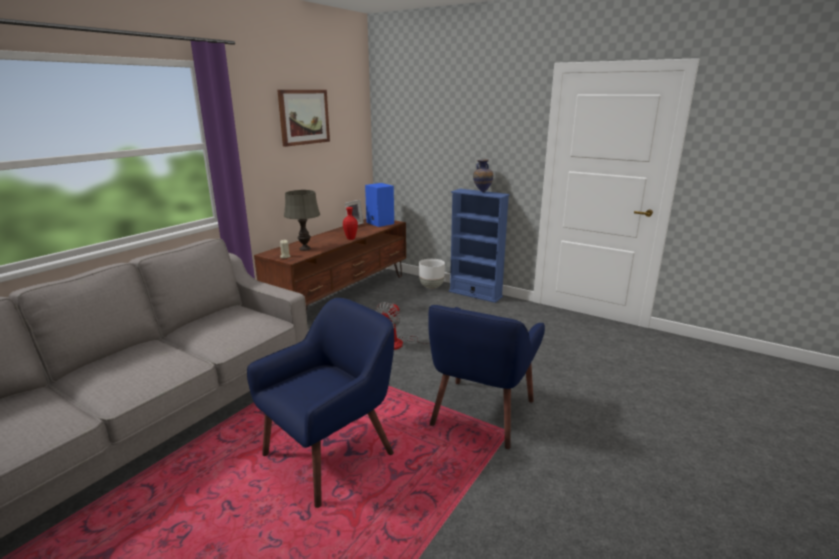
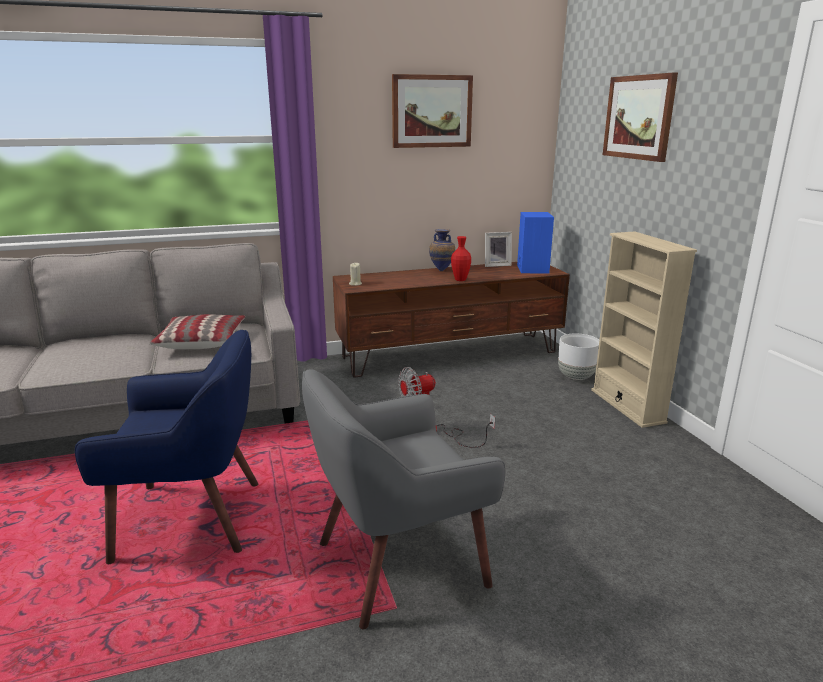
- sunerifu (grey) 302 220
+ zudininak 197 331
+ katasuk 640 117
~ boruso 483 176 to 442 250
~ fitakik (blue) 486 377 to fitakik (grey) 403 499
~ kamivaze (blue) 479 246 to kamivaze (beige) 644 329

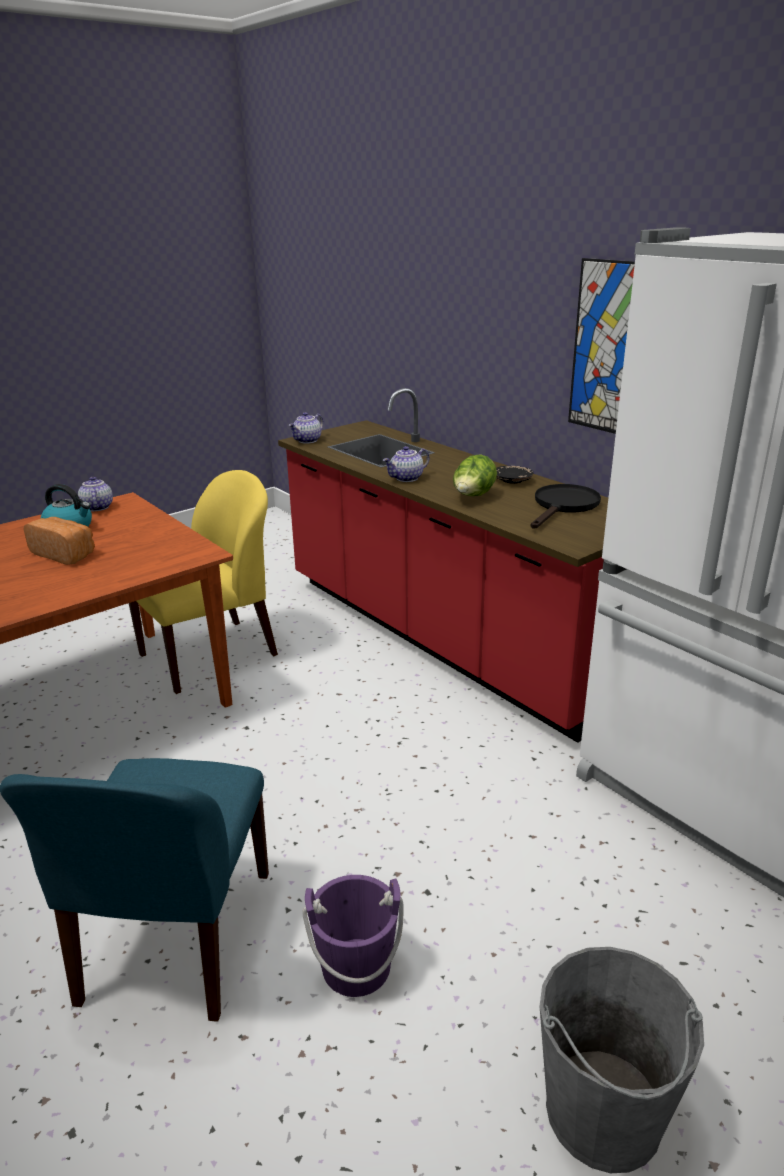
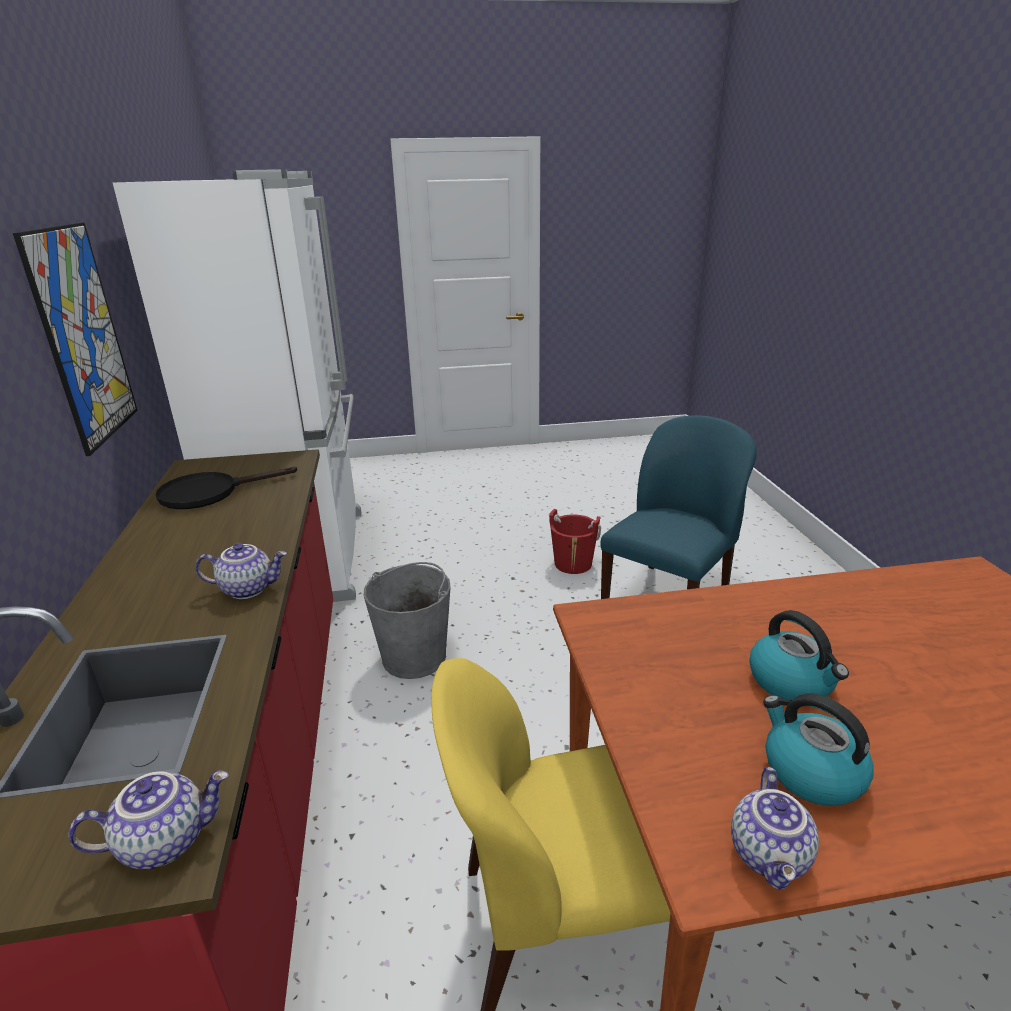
- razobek 475 475
- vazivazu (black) 514 475
~ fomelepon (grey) 622 1060 to 407 620
~ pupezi 59 541 to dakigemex 799 655
~ fomelepon (purple) 352 936 to fomelepon (red) 575 541

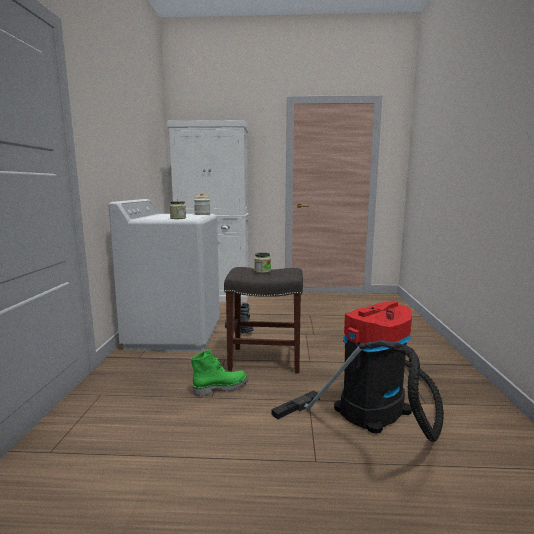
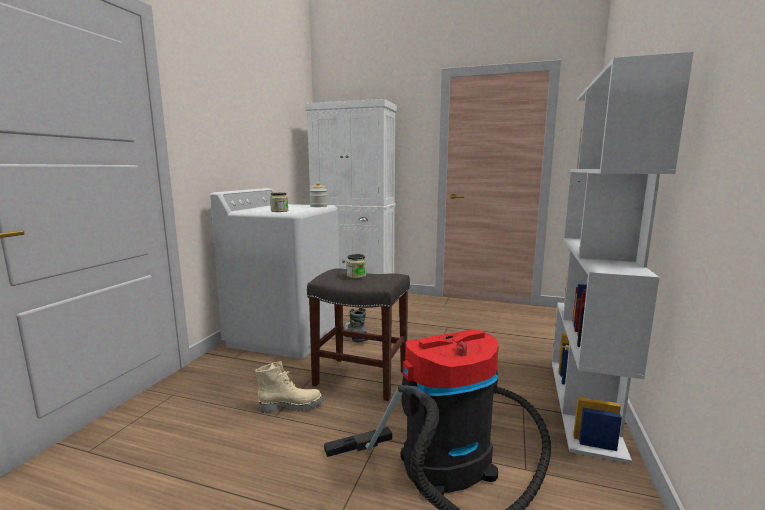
+ kamivaze (white) 623 258
~ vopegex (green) 219 373 to vopegex (beige) 289 387

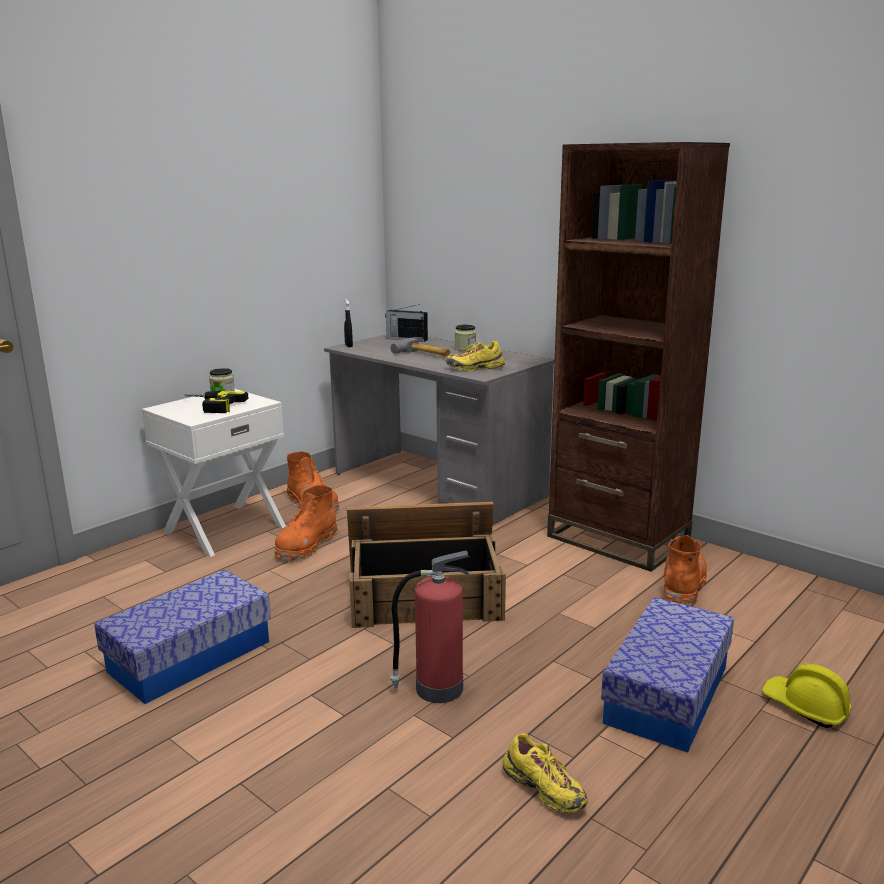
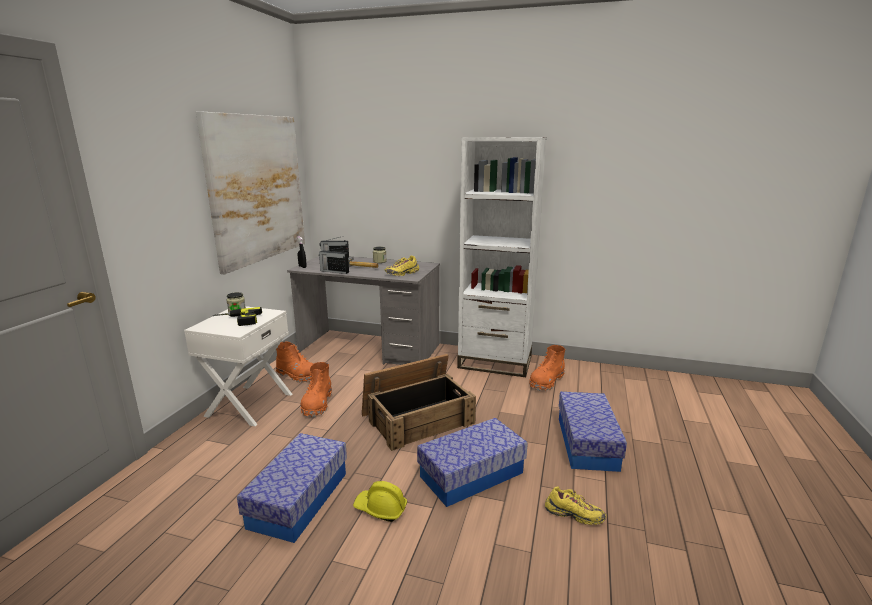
+ katasuk 250 192
+ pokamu 334 261
~ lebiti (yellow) 807 696 to 380 501
~ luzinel 430 627 to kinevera 472 462
~ kamivaze (brown) 638 357 to kamivaze (white) 502 257
~ vopegex (orange) 685 570 = 547 368 135 degrees counterclockwise

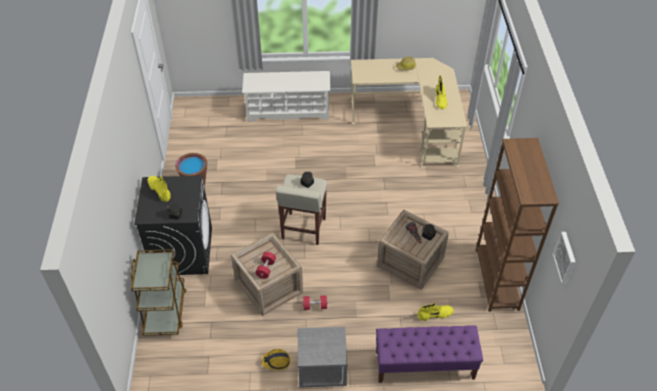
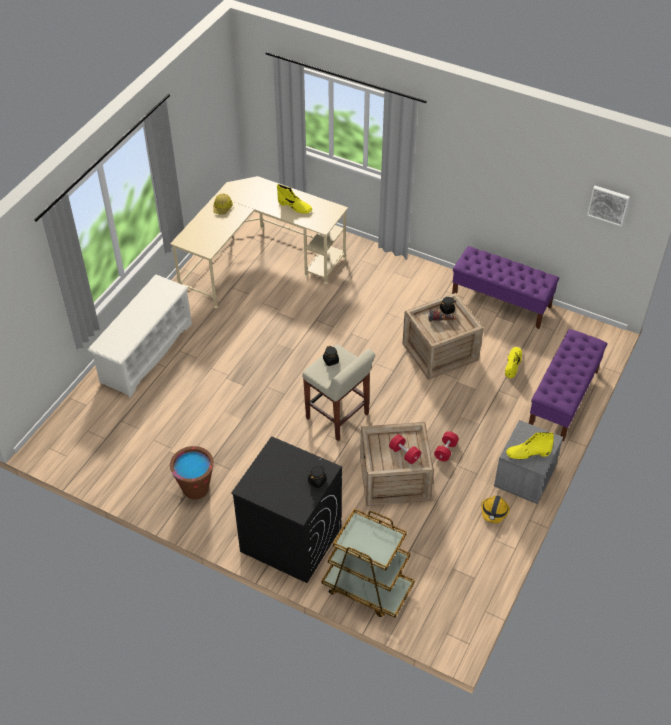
~ vopegex (yellow) 159 189 to 530 446
~ kamivaze (brown) 517 225 to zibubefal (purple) 505 287

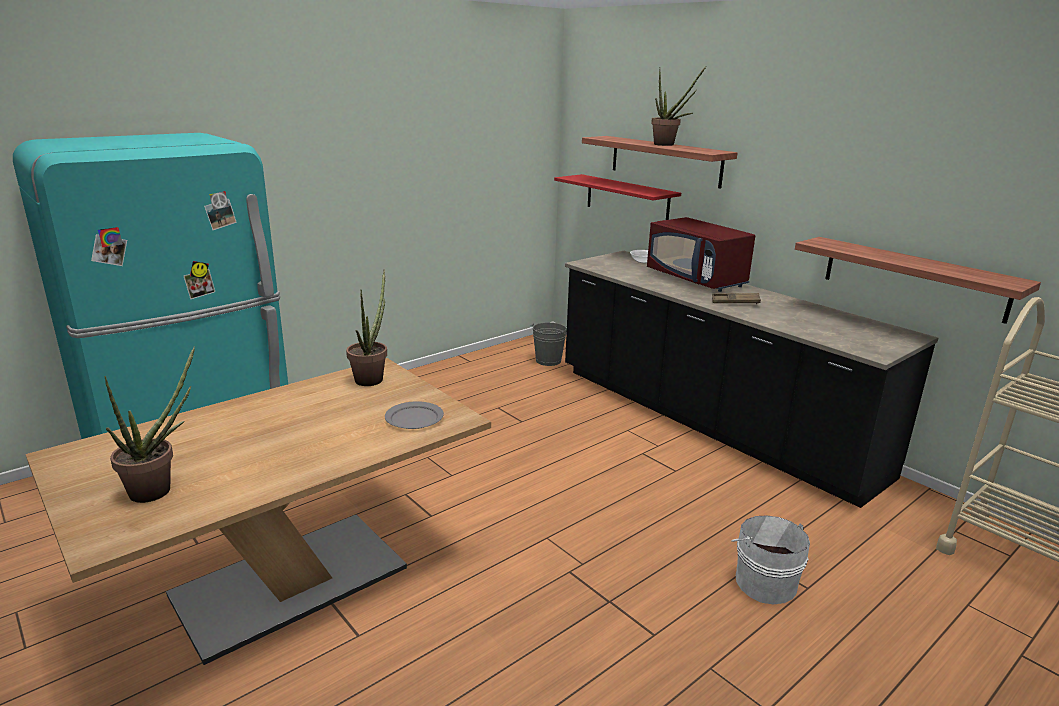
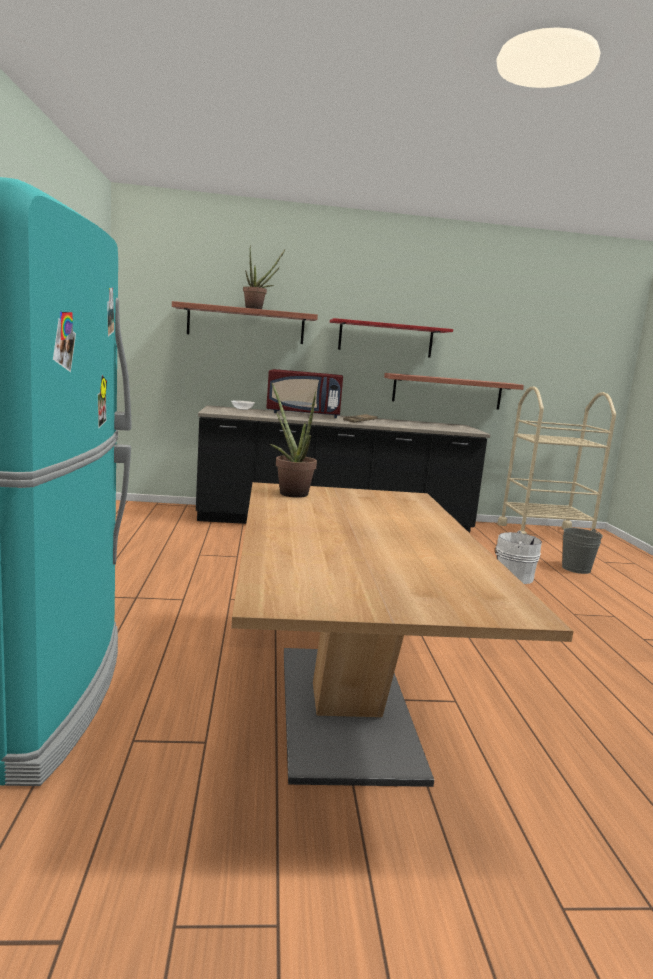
- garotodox 150 425
- vazivazu (grey) 414 415
~ fomelepon (grey) 549 344 to 582 551
~ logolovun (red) 617 197 to 391 338

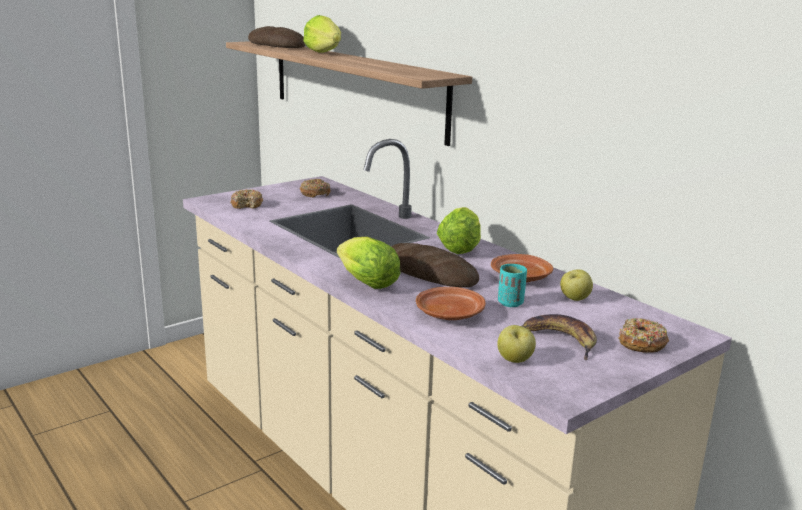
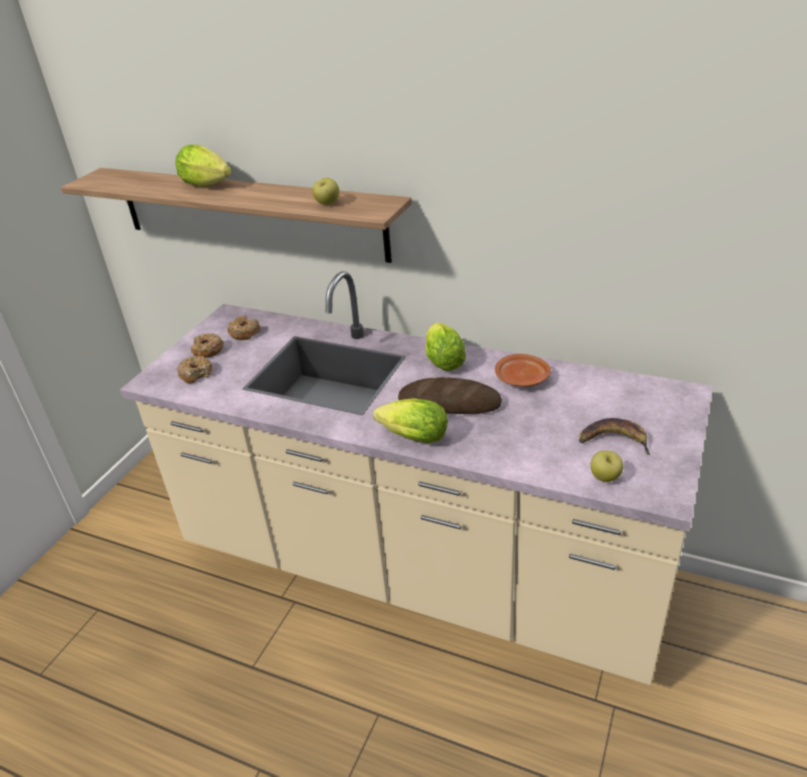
- pupezi 277 37
- vazivazu (brown) 451 303
- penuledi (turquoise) 512 285
~ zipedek 576 285 to 325 191
~ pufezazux 644 335 to 207 345

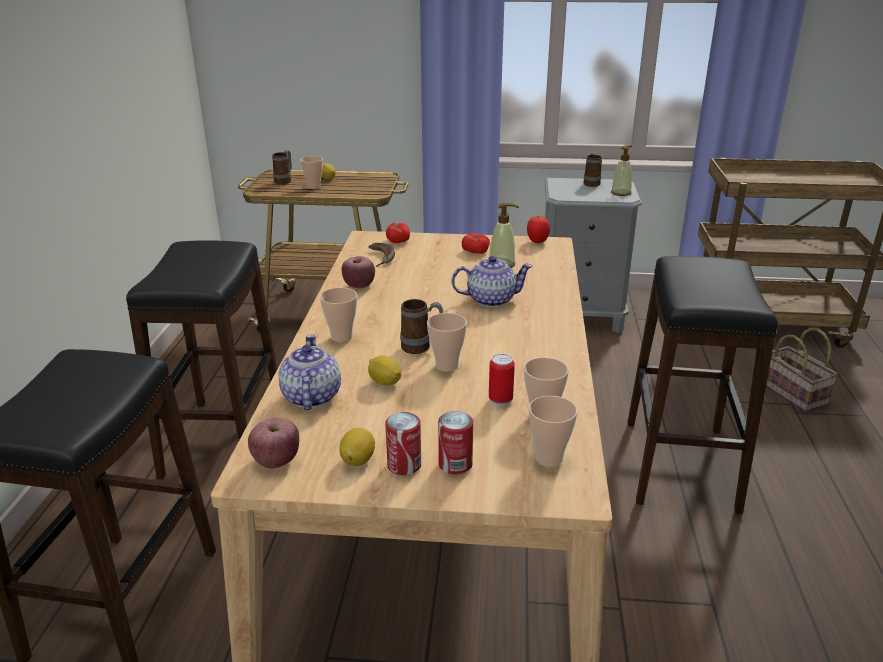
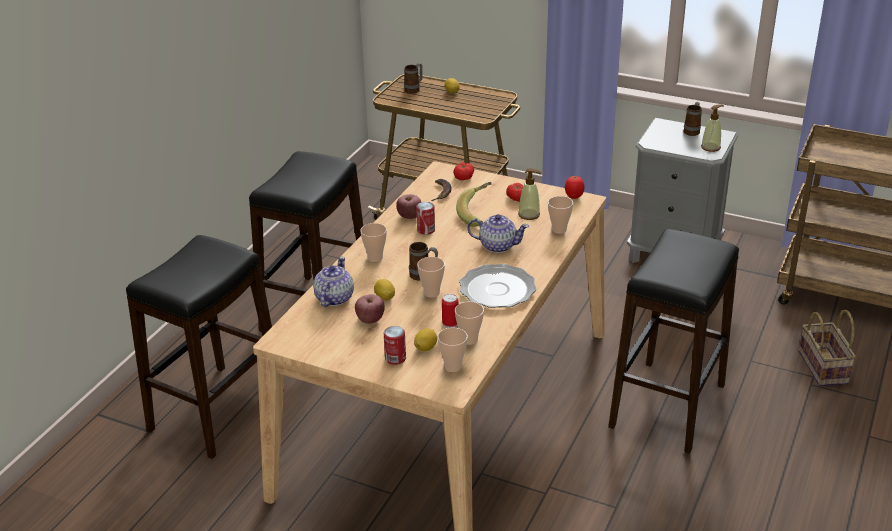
+ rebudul 474 204
+ vazivazu 498 286
~ zipedek 273 443 to 370 309
~ penuledi 311 172 to 560 215
~ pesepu 357 447 to 425 339
~ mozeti 403 443 to 425 218

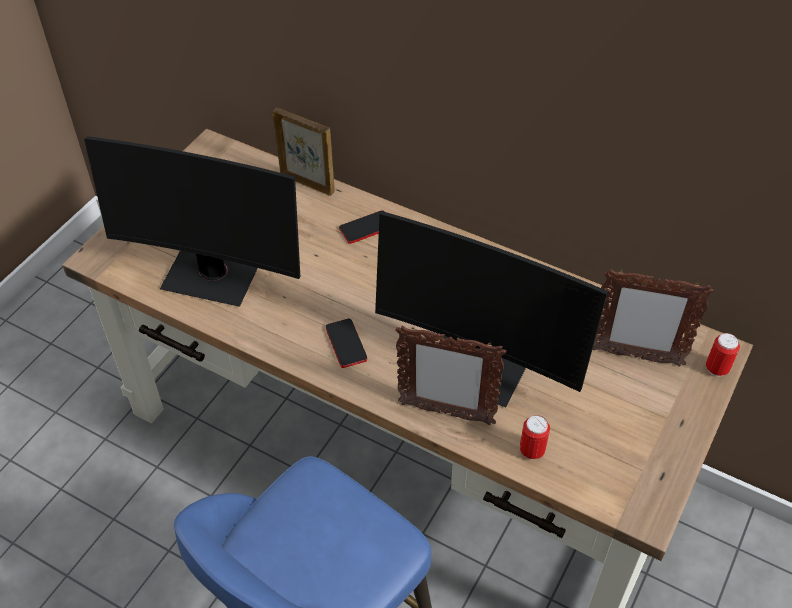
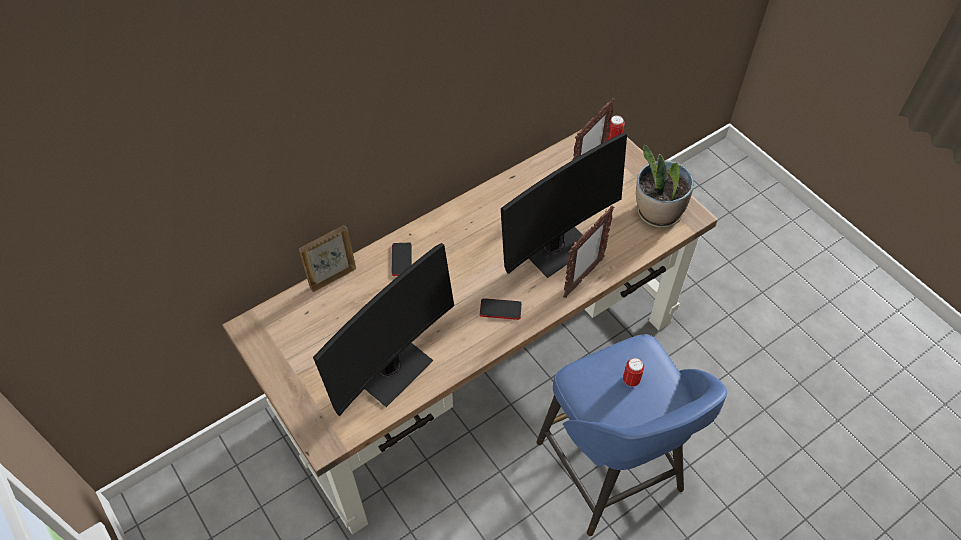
+ garotodox 665 186
~ mozeti 535 437 to 633 372

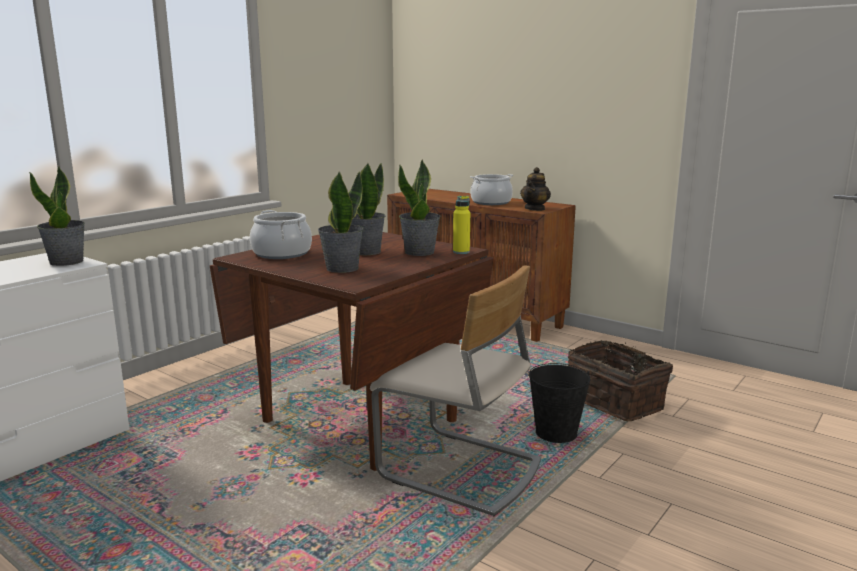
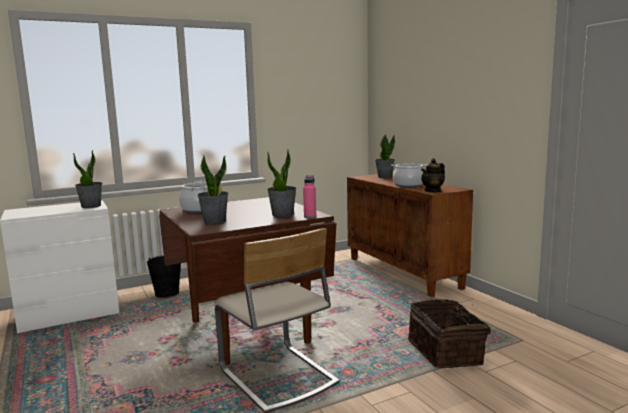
~ garotodox 368 209 to 385 156
~ fomelepon (black) 559 403 to 164 276
~ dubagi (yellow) 461 225 to dubagi (pink) 309 196

